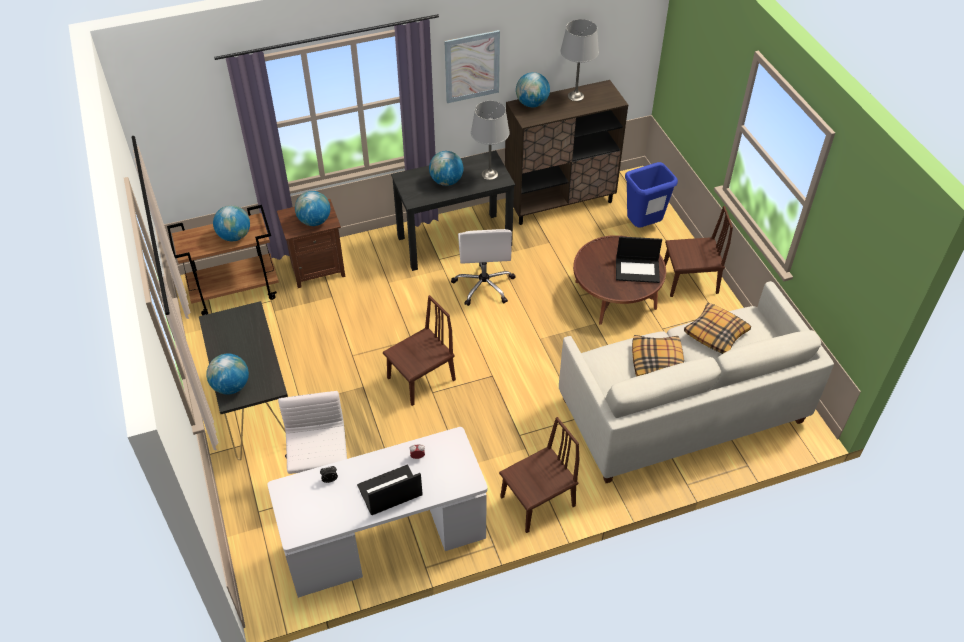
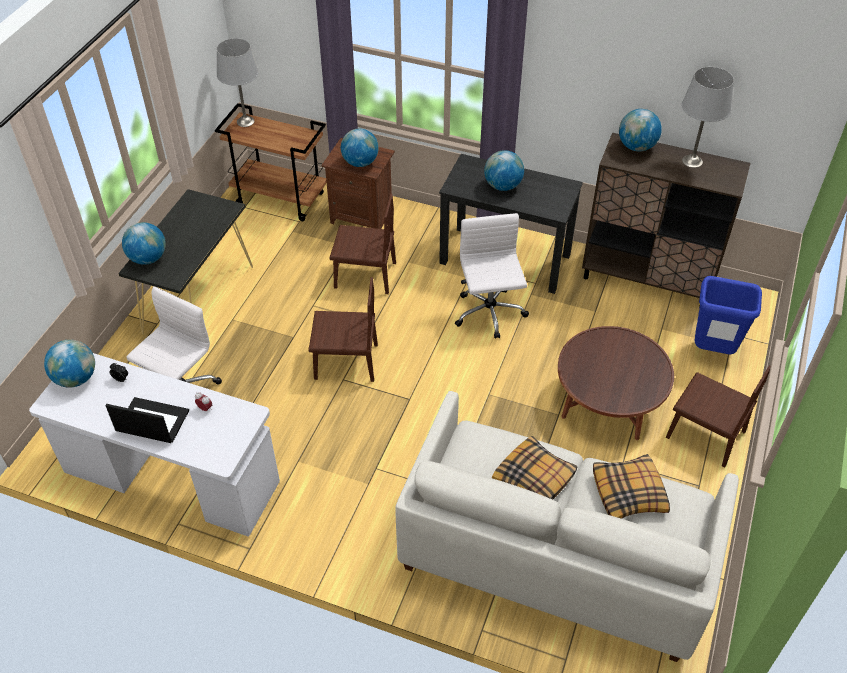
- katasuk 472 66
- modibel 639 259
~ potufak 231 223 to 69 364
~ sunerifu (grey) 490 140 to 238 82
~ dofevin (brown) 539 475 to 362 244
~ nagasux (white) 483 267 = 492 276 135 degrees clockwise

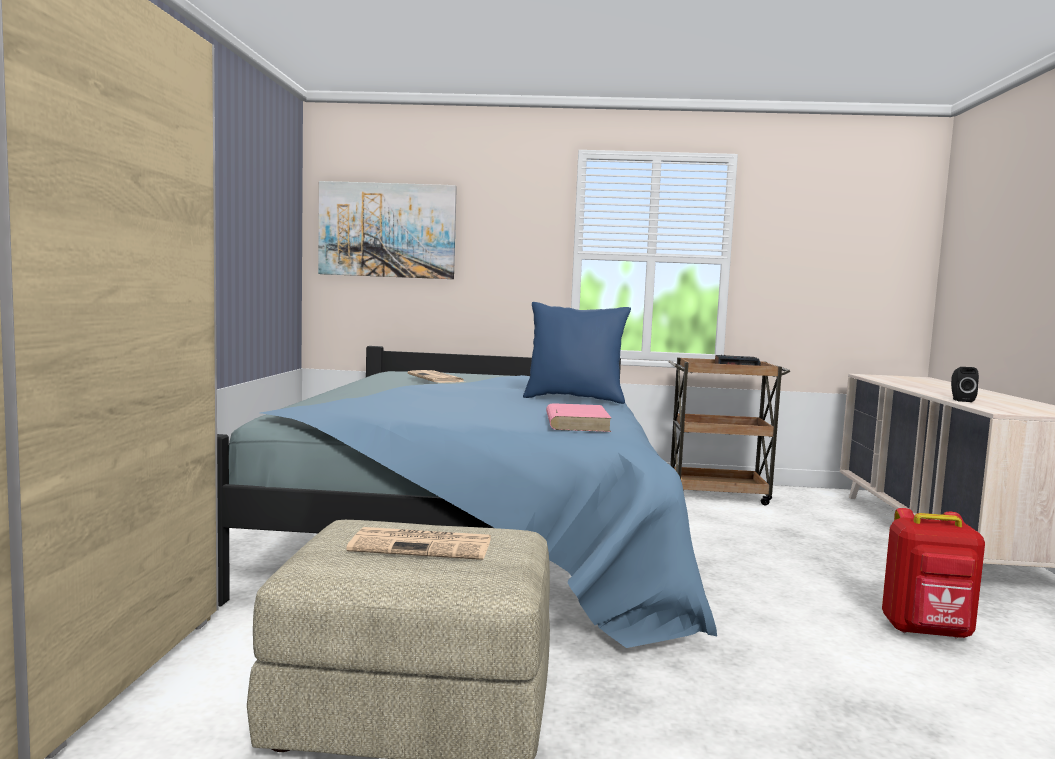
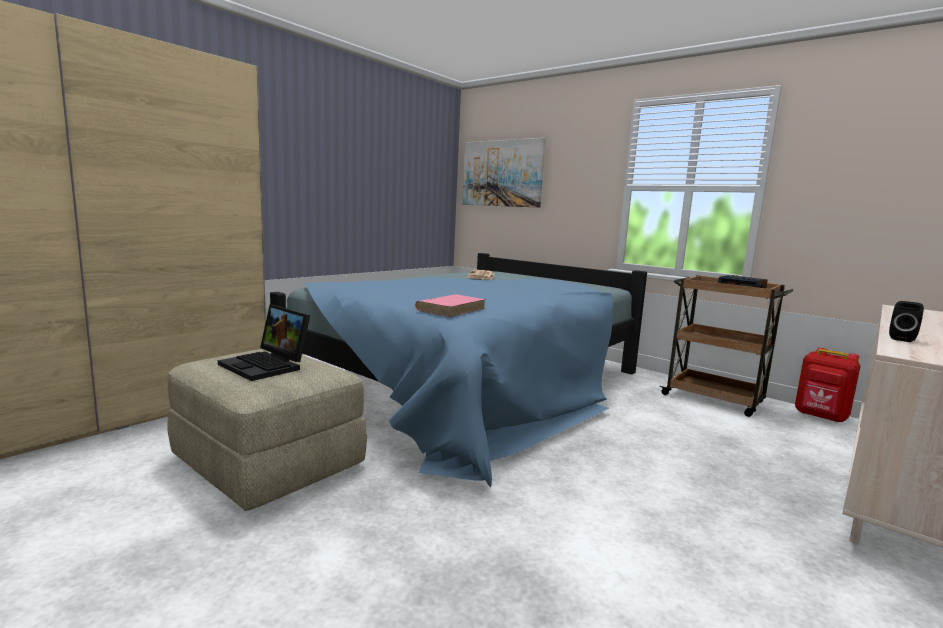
- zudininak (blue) 577 353
~ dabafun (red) 933 573 to 827 385
~ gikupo 418 543 to modibel 264 343

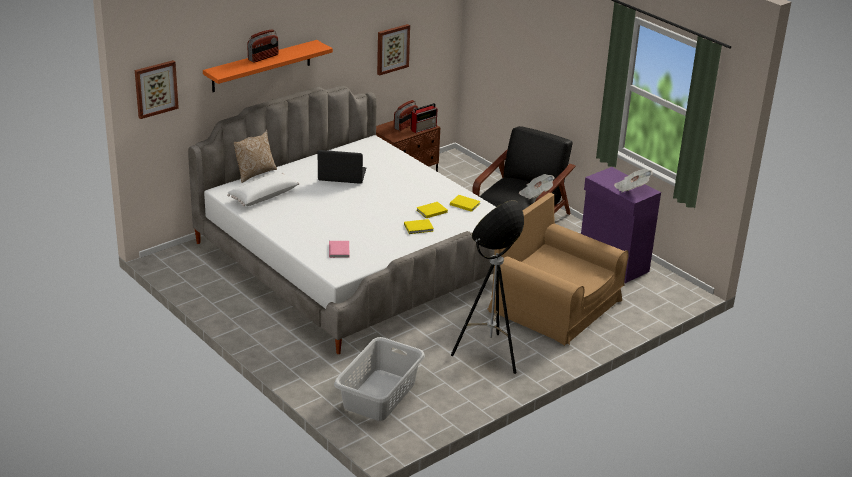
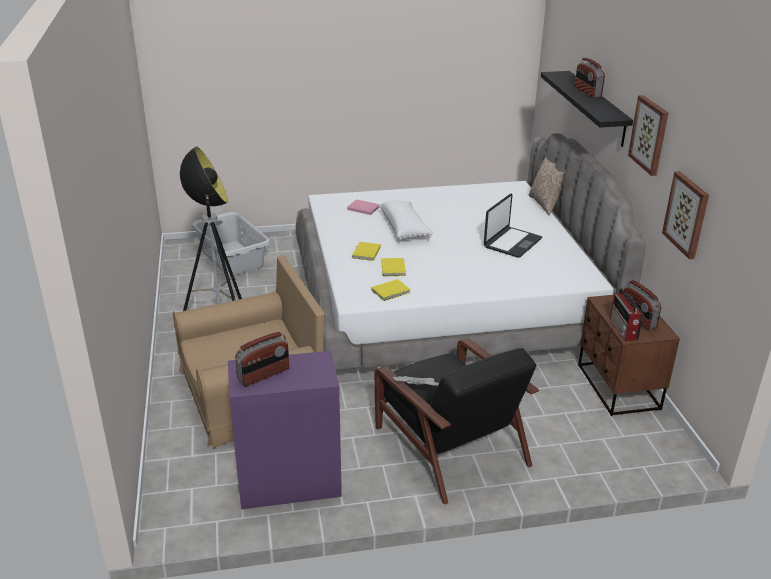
~ katasuk 157 89 to 648 135
~ zudininak (white) 263 189 to 407 220
~ gikupo 633 181 to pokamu 262 359
~ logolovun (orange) 268 66 to logolovun (black) 587 109

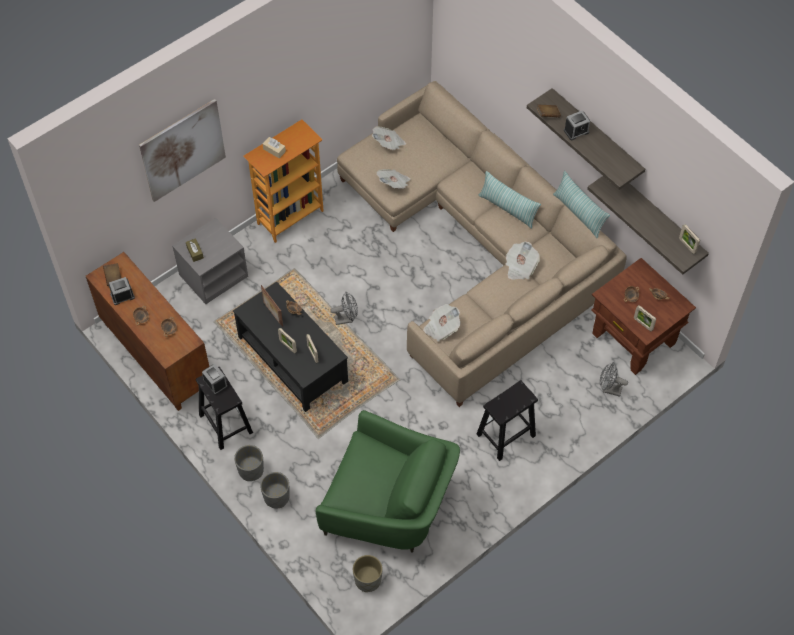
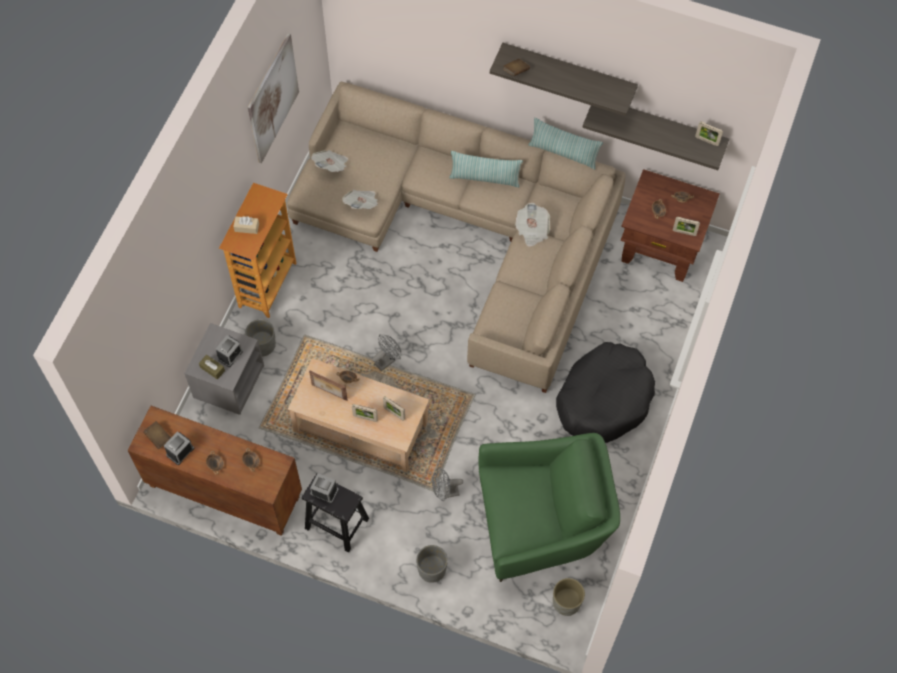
- gikupo 442 323
~ katasuk 182 150 to 273 98
~ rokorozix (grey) 249 463 to 260 337
~ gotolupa 577 125 to 229 351
~ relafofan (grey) 614 379 to 447 484
~ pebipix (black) 507 420 to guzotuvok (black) 605 392
~ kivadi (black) 290 347 to kivadi (beige) 358 415

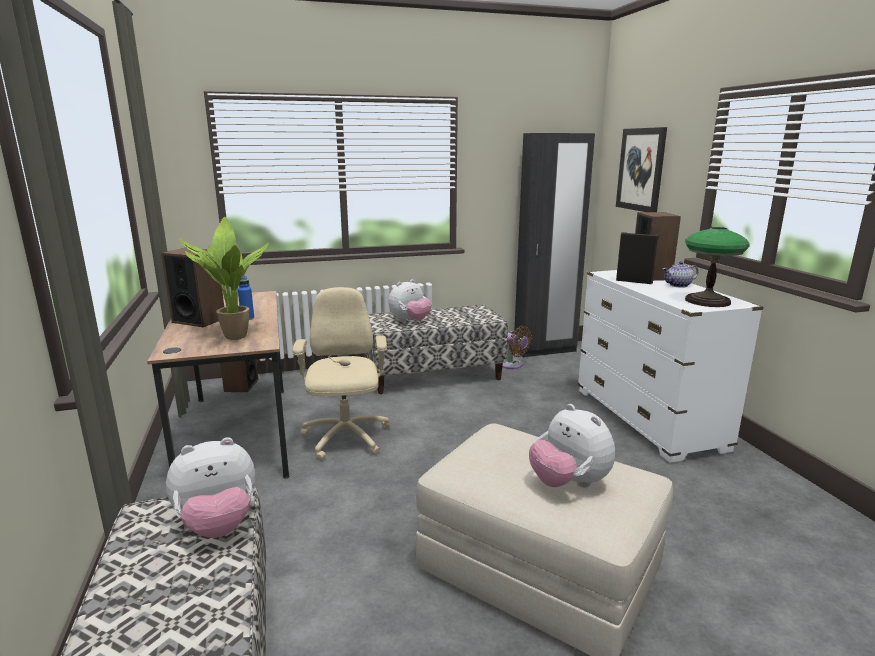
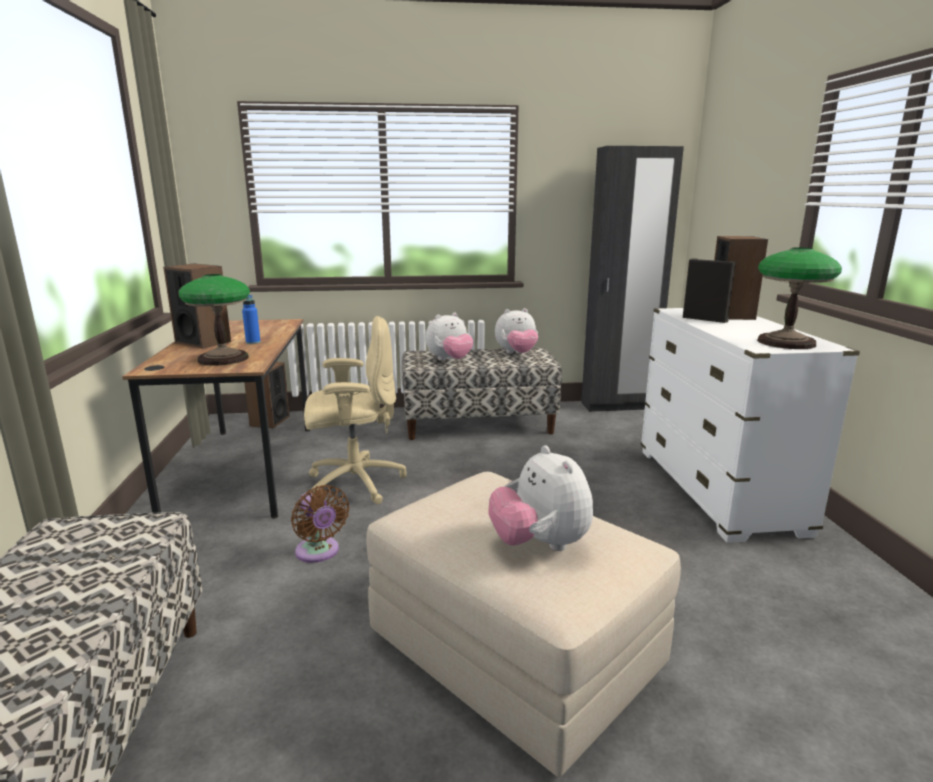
- katasuk 641 169
- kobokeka 680 274
~ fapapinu 210 487 to 516 331
~ relafofan (brown) 517 347 to 320 524
~ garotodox 224 278 to sunerifu 214 319
~ nagasux (beige) 341 373 = 355 410 75 degrees clockwise

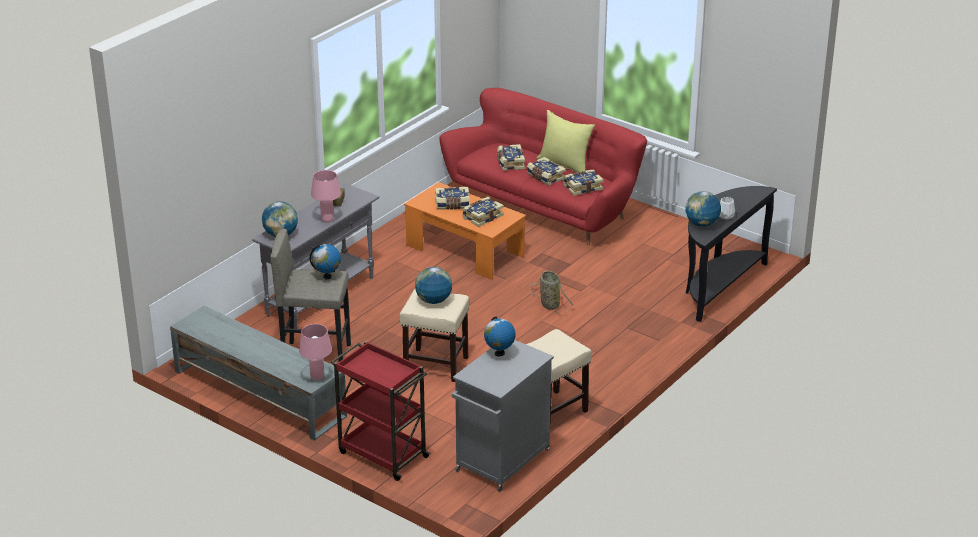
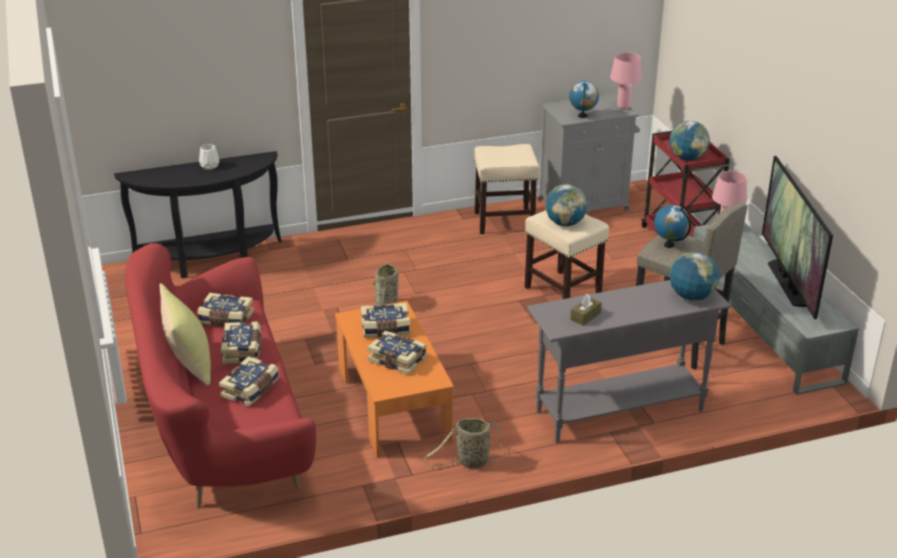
+ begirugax 465 443
+ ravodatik 797 237
~ sunerifu (pink) 326 196 to 626 80
~ potufak 703 209 to 689 141

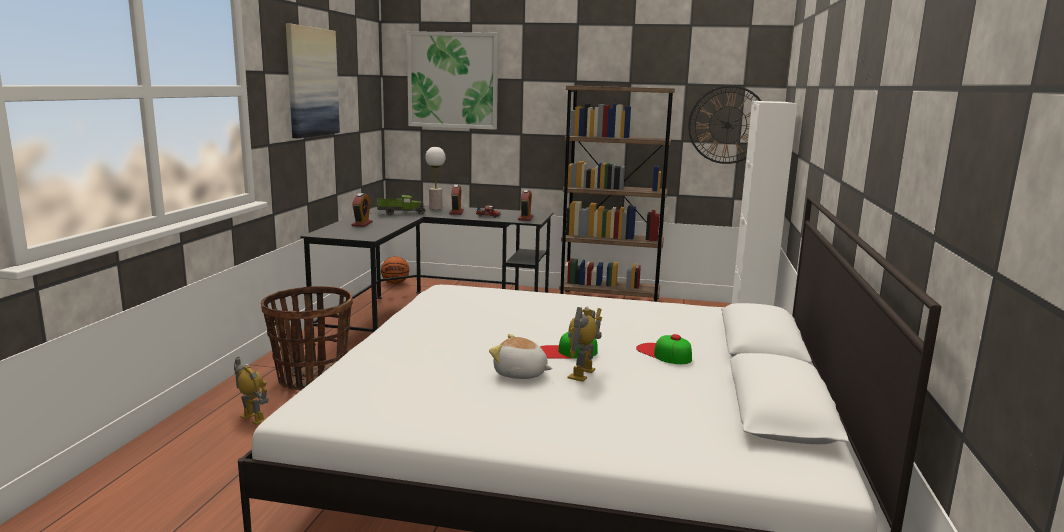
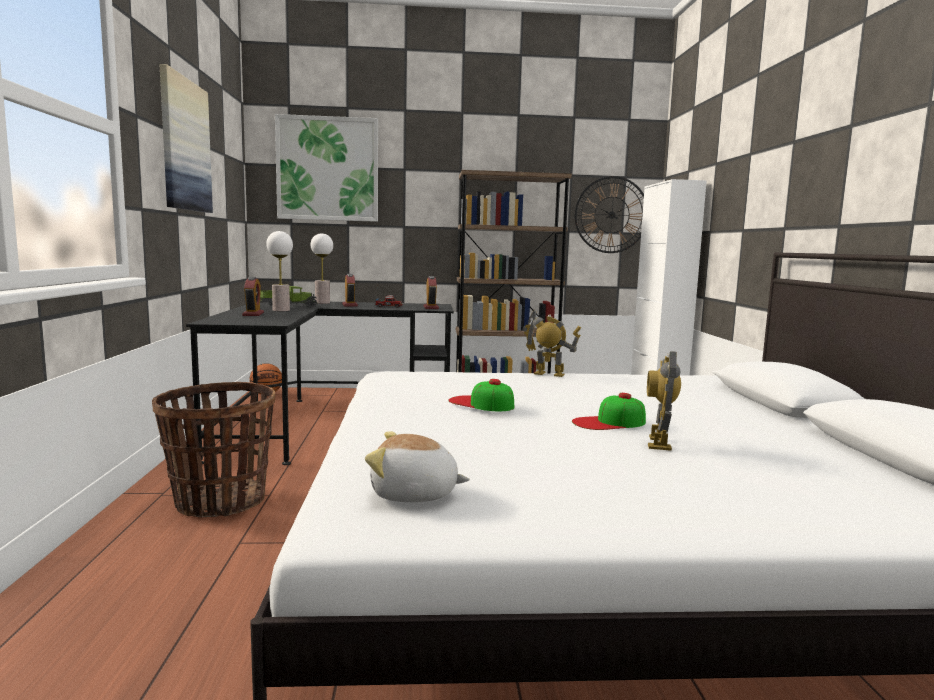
+ sunerifu 279 271
~ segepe 251 391 to 551 343
~ fapapinu 521 356 to 417 466
~ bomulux 664 349 to 481 395

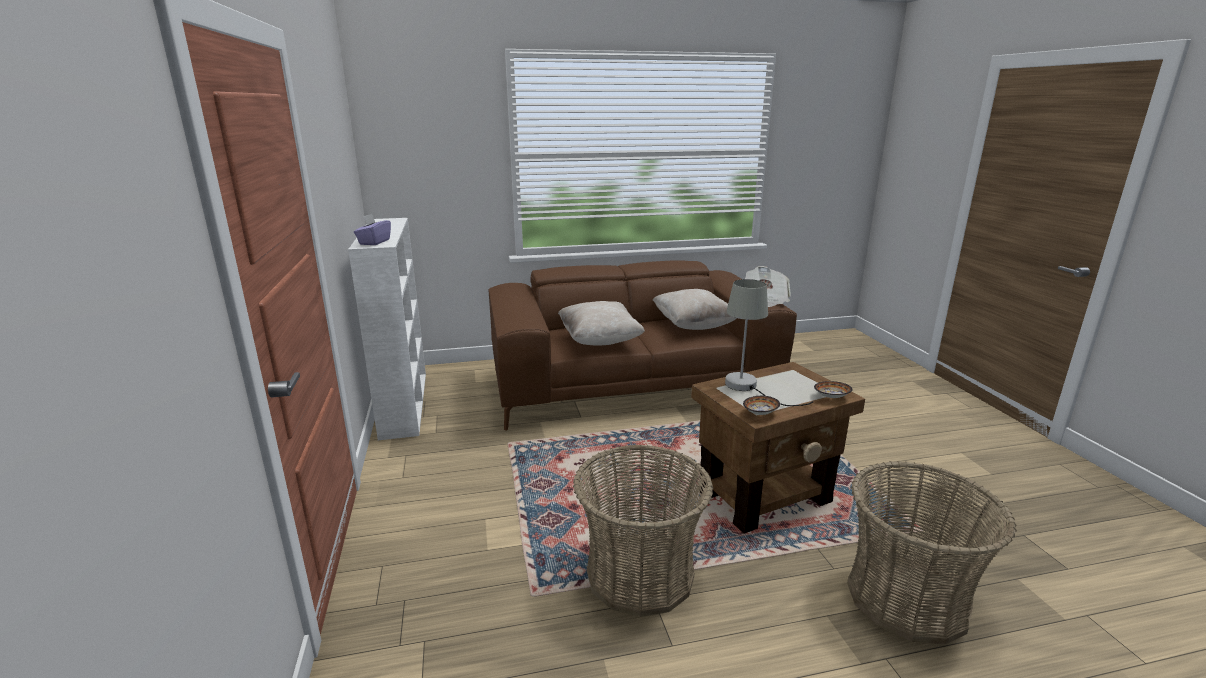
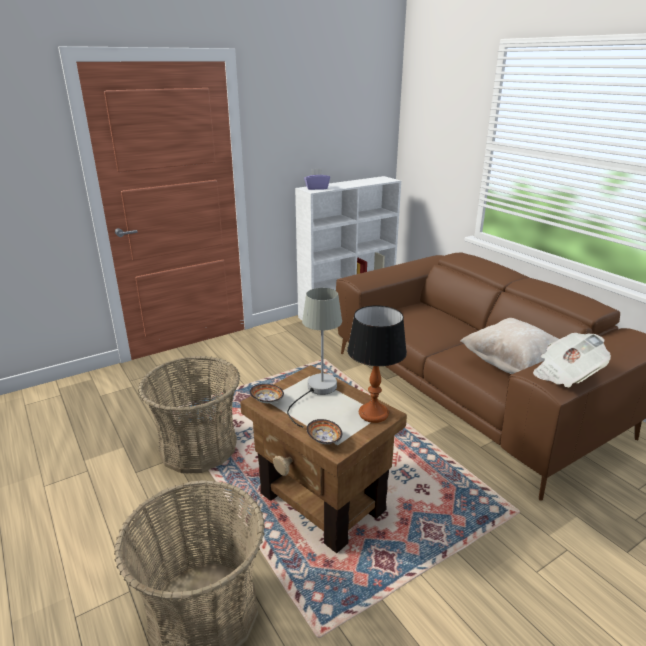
- zudininak (beige) 601 323
+ sunerifu 377 364

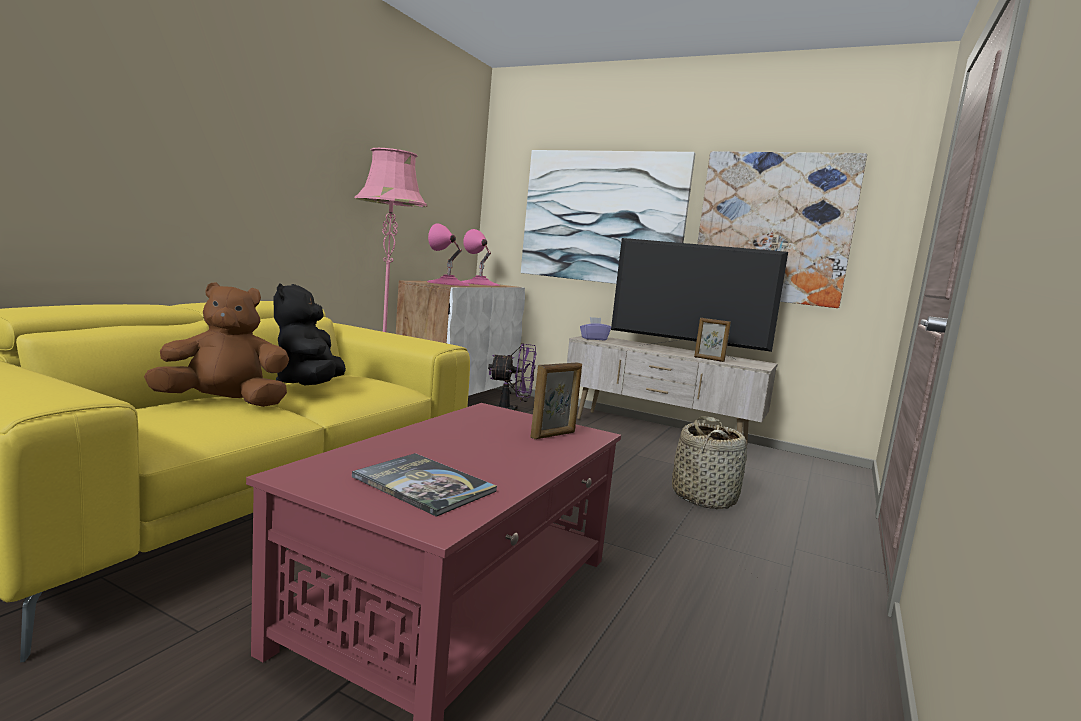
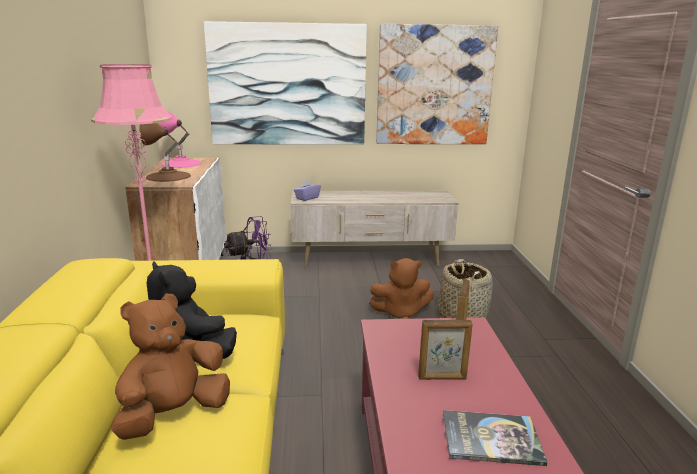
- ravodatik 699 298
+ fapapinu (brown) 401 288
~ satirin 712 340 to 445 350
~ sunerifu (pink) 448 254 to sunerifu (brown) 165 152

